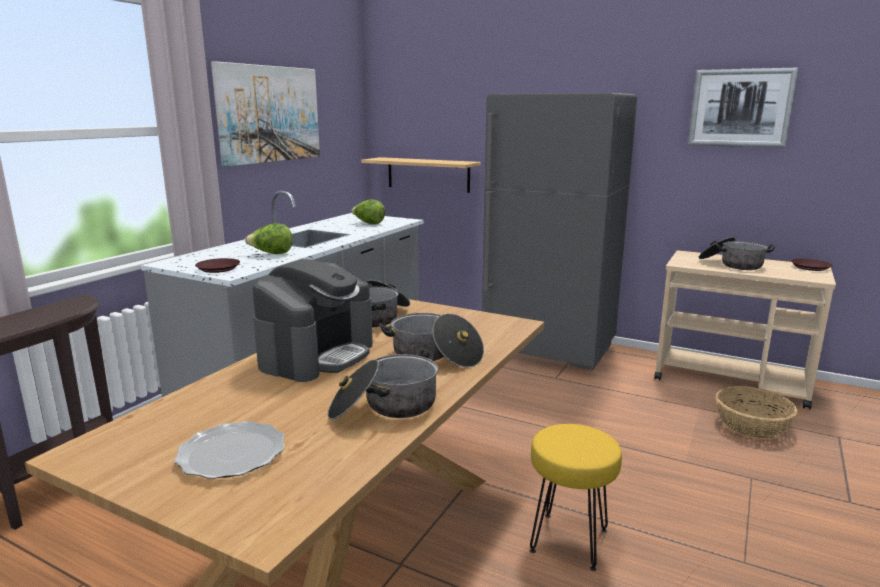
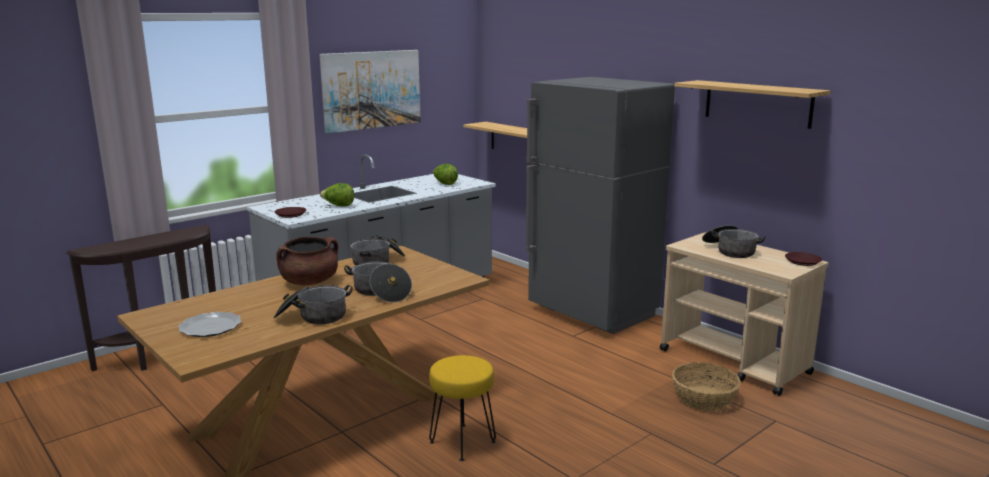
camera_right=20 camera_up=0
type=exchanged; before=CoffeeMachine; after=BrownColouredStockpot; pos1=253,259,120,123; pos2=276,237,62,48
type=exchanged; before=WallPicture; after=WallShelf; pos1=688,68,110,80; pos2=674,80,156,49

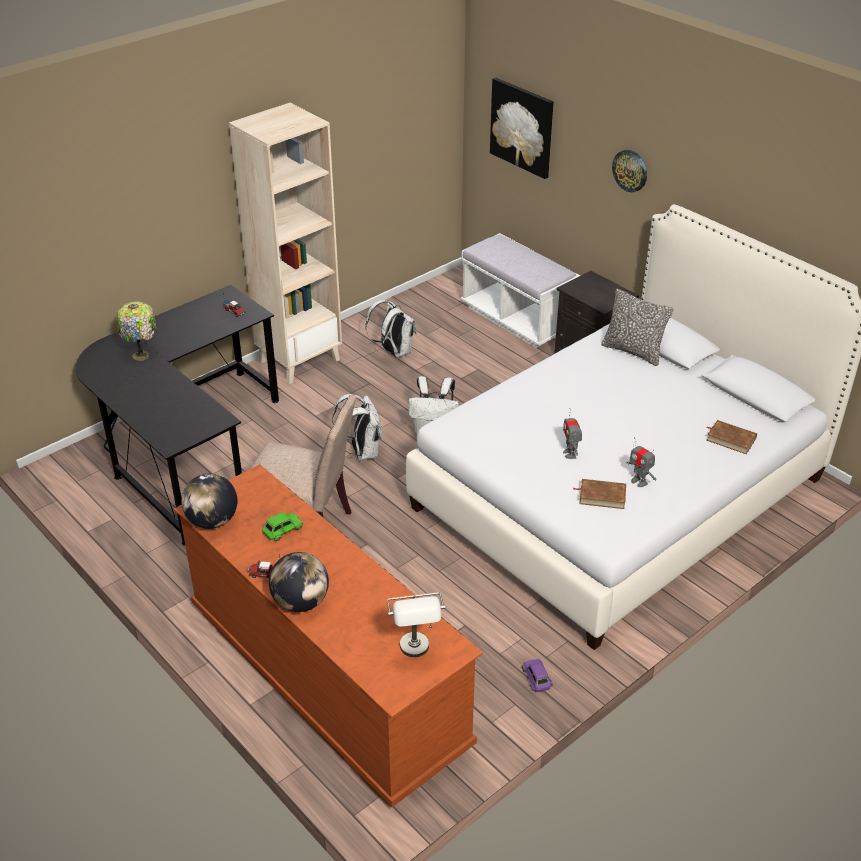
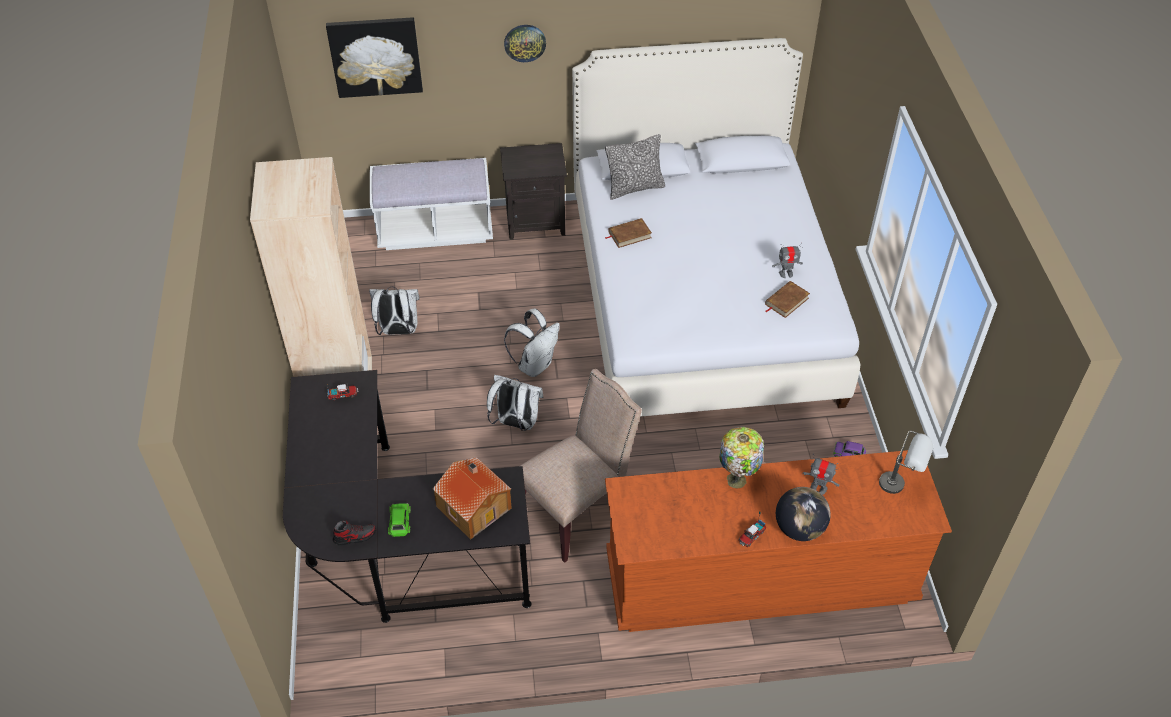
camera_right=-55 camera_up=10
type=relocated; before=TabletopLamp; pos1=116,301,41,60; pos2=719,427,45,62
type=missing; before=DeskGlobe; pos1=181,474,57,55
type=relocated; before=GreenToyCar; pos1=262,512,41,29; pos2=388,503,23,34
type=relocated; before=ModelRobot; pos1=563,408,19,51; pos2=803,454,36,41
type=relocated; before=BrownColouredVolume; pos1=706,420,51,34; pos2=605,218,47,30
type=appeared; after=LowShoe; pos2=333,520,43,26
type=appeared; after=MiniatureHouse; pos2=433,457,79,82

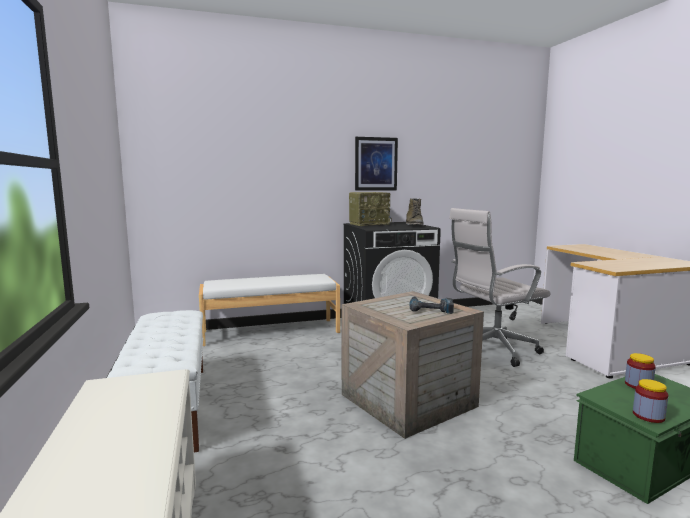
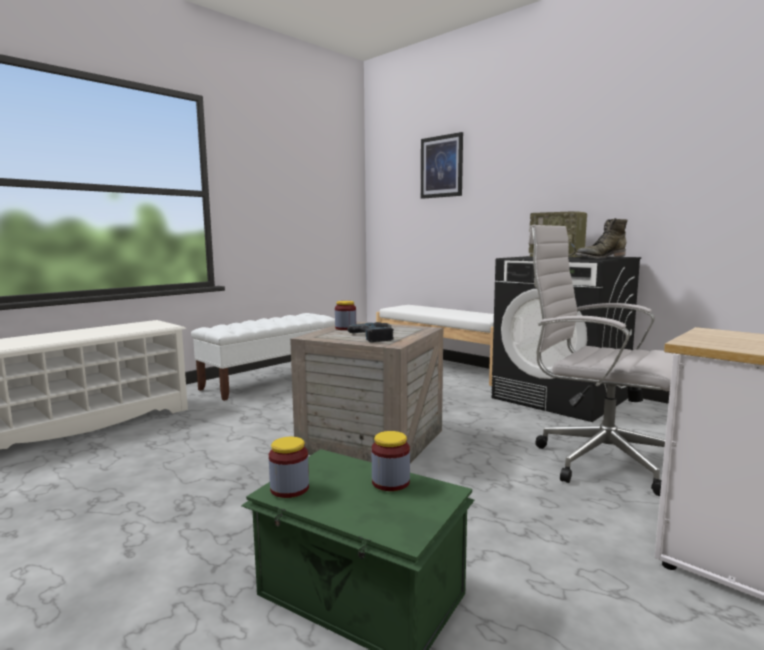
camera_right=60 camera_up=0
type=relocated; before=WallPicture; pos1=355,137,43,54; pos2=421,132,42,67
type=appeared; after=Jar; pos2=335,301,21,29

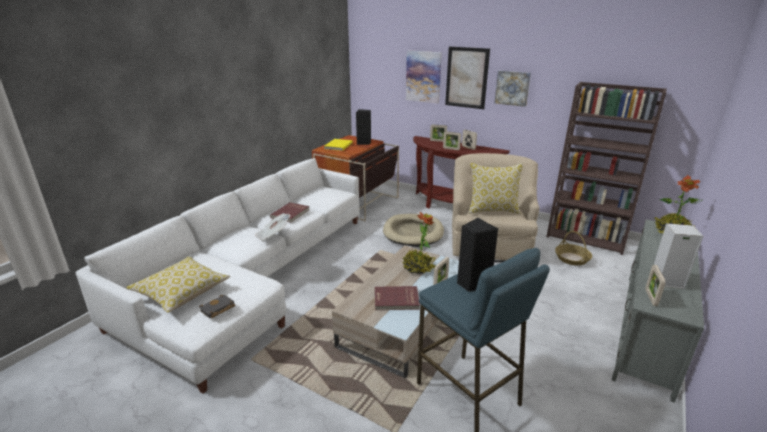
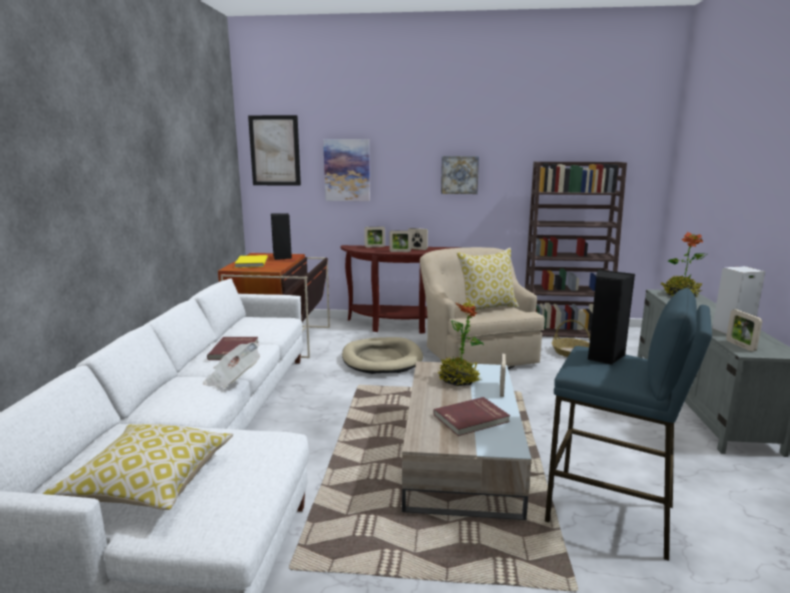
camera_right=-25 camera_up=-10
type=missing; before=BlackColouredVolume; pos1=199,295,36,23
type=relocated; before=WallPicture; pos1=445,47,45,62; pos2=248,115,53,71

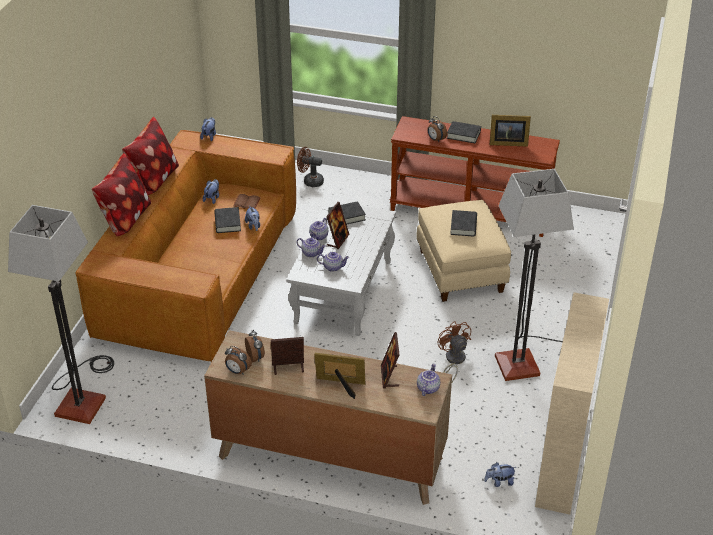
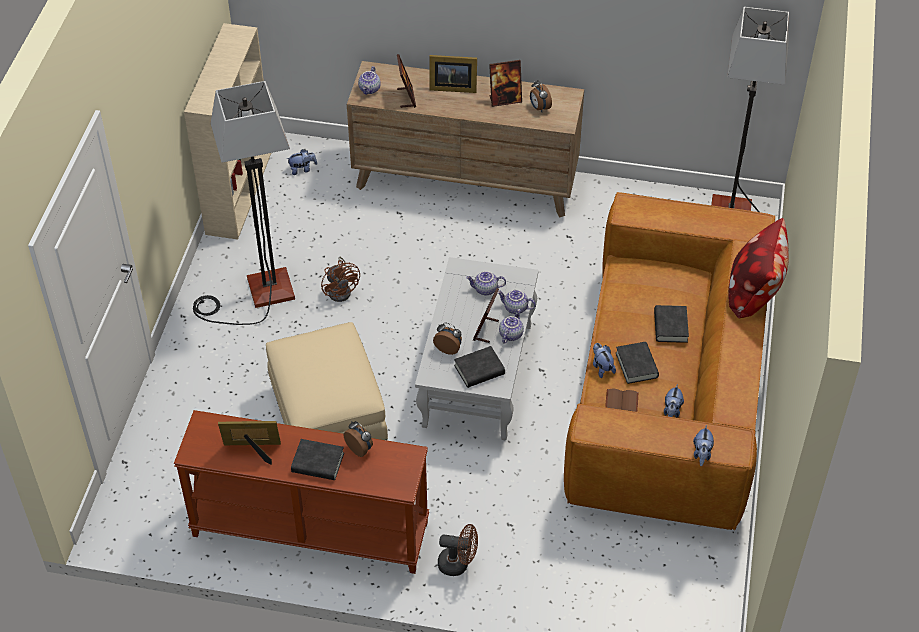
camera_right=175 camera_up=10
type=missing; before=Pillow; pos1=122,117,57,78
type=relocated; before=TableClock; pos1=225,346,27,29; pos2=433,323,29,32
type=relocated; before=BrownColouredElectricFan; pos1=297,147,27,40; pos2=438,524,40,52
type=relocated; before=BlackColouredVolume; pos1=450,210,27,27; pos2=654,305,35,38

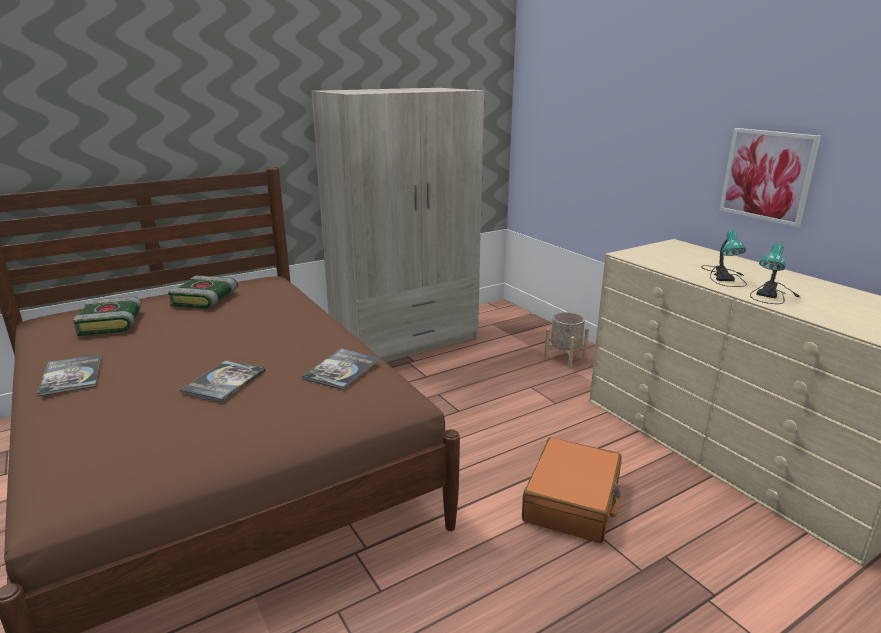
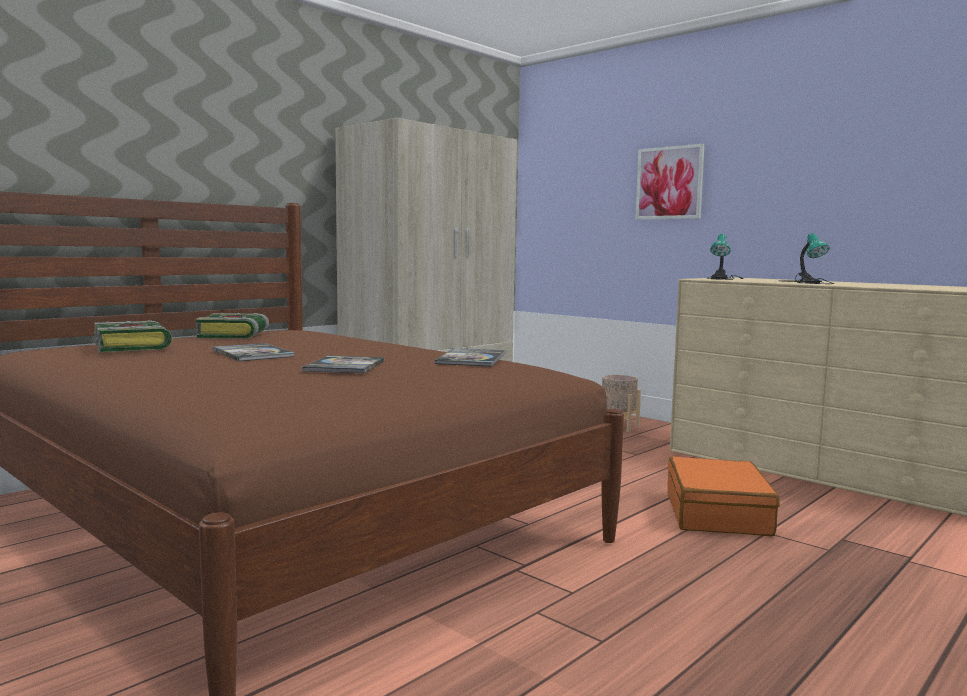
camera_right=-15 camera_up=-15
type=relocated; before=Volume; pos1=37,354,65,42; pos2=213,343,81,18
type=relocated; before=WallPicture; pos1=719,128,102,99; pos2=635,144,70,76
type=relocated; before=TabletopLamp; pos1=750,243,49,61; pos2=707,234,37,46

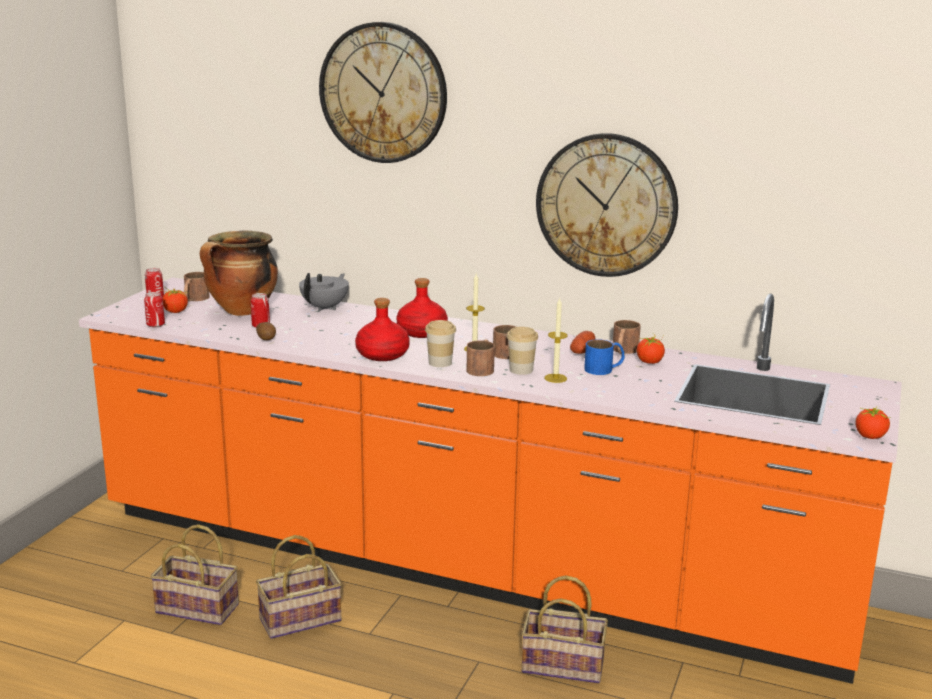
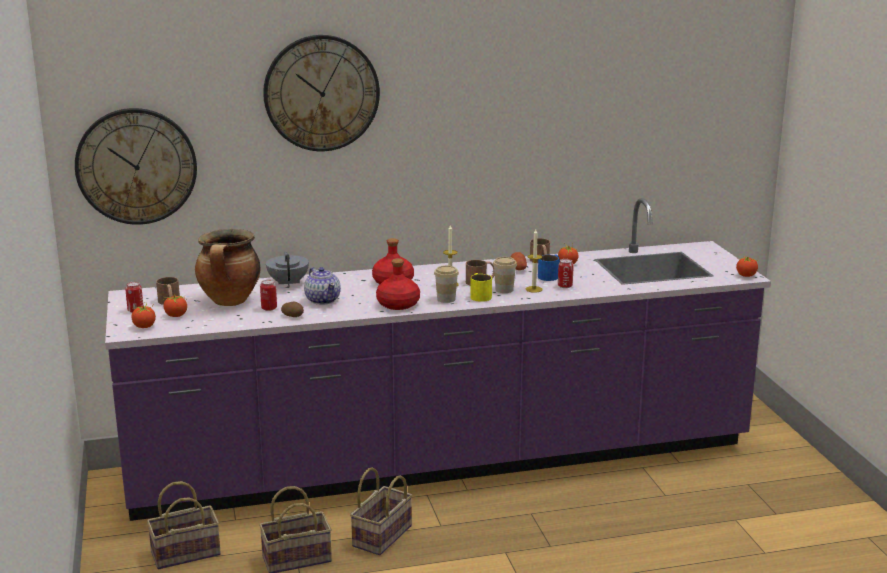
camera_right=-35 camera_up=0
type=colour; before=OrangeyKitchenBaseUnit; after=PurpleKitchenBaseUnit; pos1=79,277,823,407; pos2=105,198,666,323
type=relocated; before=Can; pos1=144,292,21,35; pos2=558,259,16,29
type=colour; before=BrownColouredCoffeeMug; after=YellowCoffeeMug; pos1=467,339,28,37; pos2=470,273,22,29
type=relocated; before=HouseholdBasket; pos1=522,575,86,108; pos2=147,481,74,88
type=relocated; before=ClockOnTheWall; pos1=536,133,142,144; pos2=75,108,122,117
type=appeared; after=WholeTomato; pos2=131,302,25,26
type=appeared; after=PotForTea; pos2=304,267,37,38

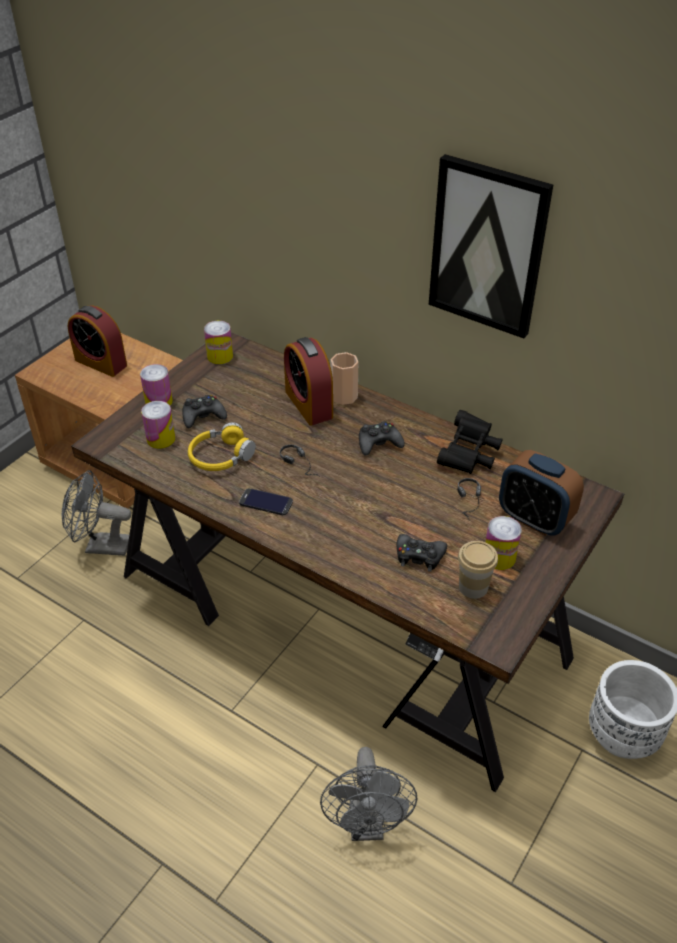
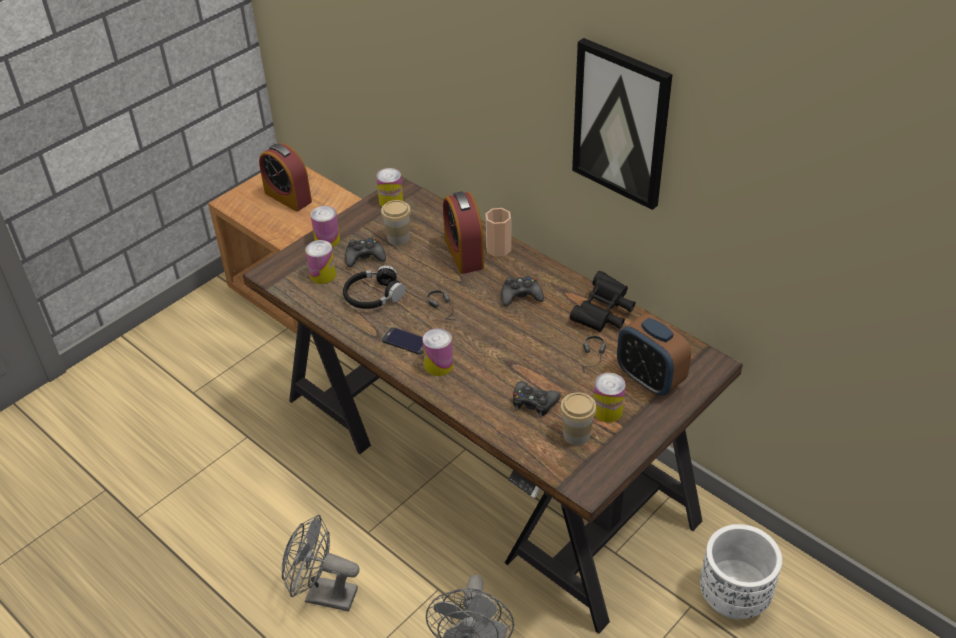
camera_right=10 camera_up=0
type=relocated; before=GreyishElectricFan; pos1=61,470,70,86; pos2=282,515,78,97
type=colour; before=YellowHeadset; after=BlackColouredHeadset; pos1=188,422,68,49; pos2=343,265,62,44
type=appeared; after=Cup; pos2=381,200,30,45
type=appeared; after=Can; pos2=423,328,30,48

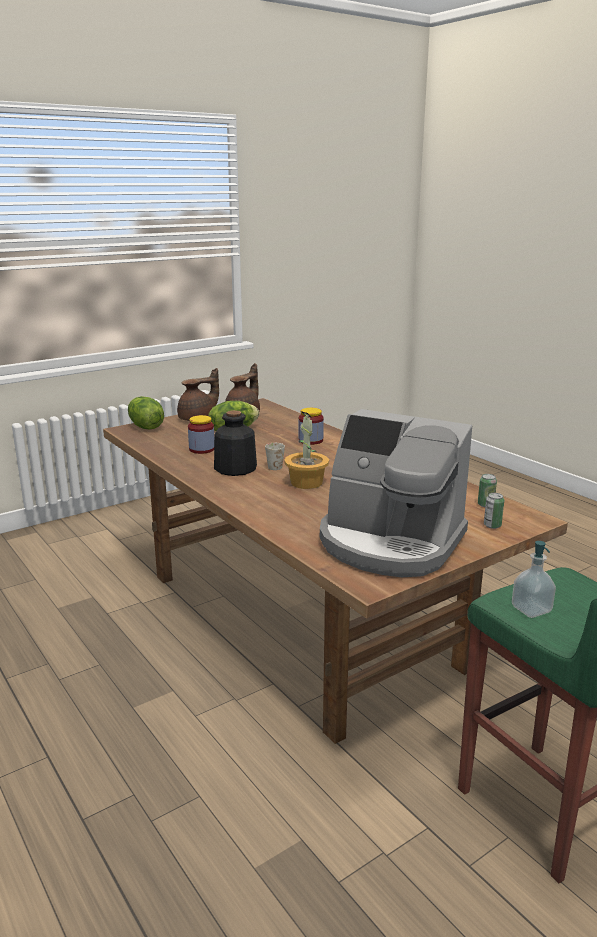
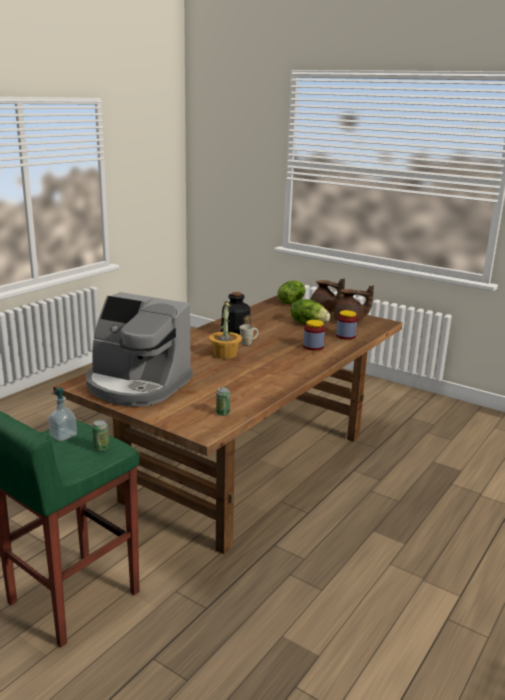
camera_right=70 camera_up=0
type=relocated; before=Jar; pos1=188,415,26,39; pos2=336,310,21,30
type=spun; before=CoffeeMachine; pos1=320,409,152,168; pos2=86,292,107,115; turn=-75
type=relocated; before=Can; pos1=484,493,20,36; pos2=92,420,17,31

